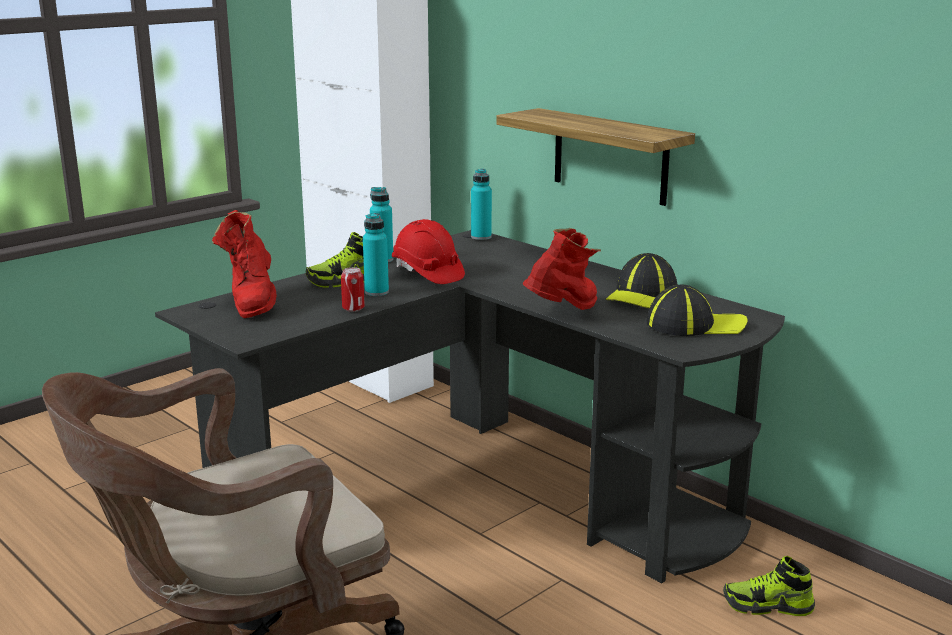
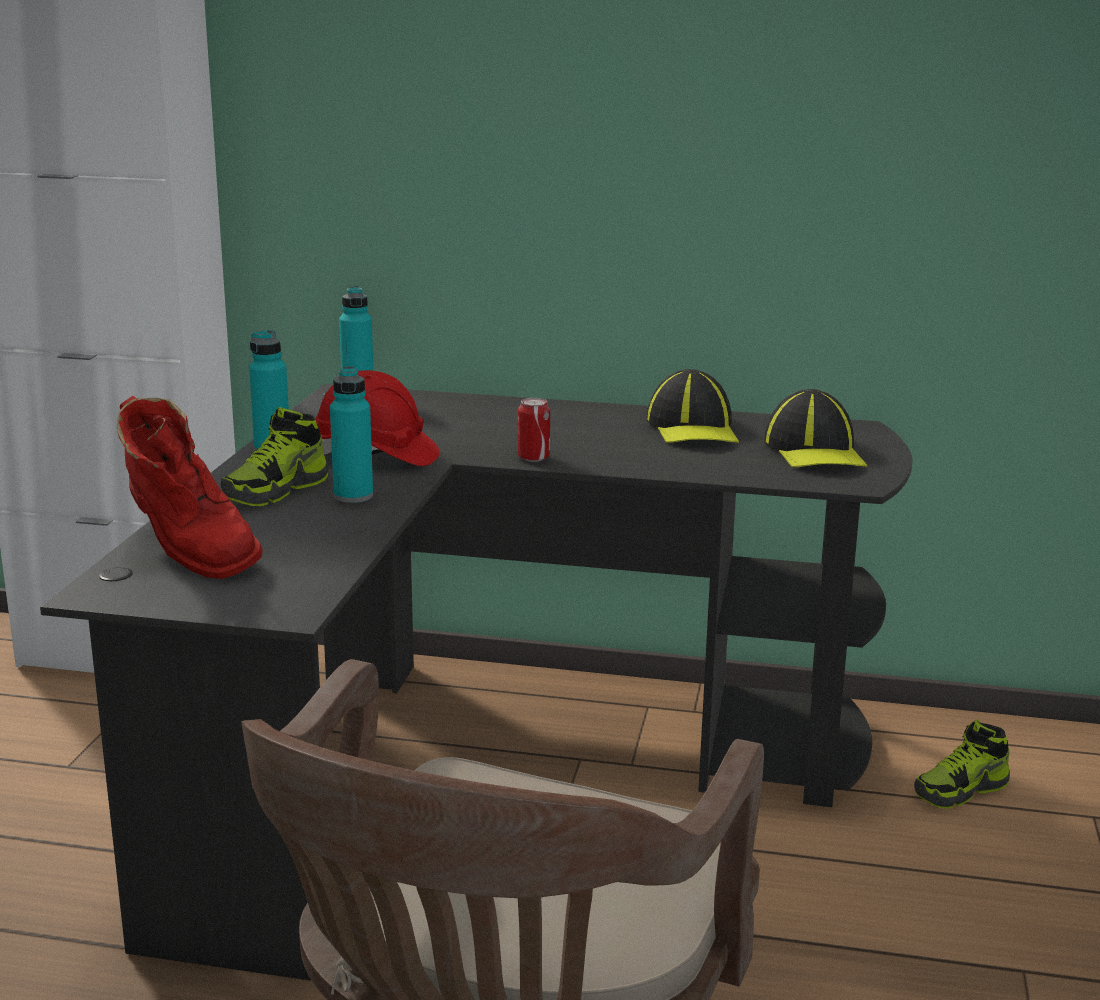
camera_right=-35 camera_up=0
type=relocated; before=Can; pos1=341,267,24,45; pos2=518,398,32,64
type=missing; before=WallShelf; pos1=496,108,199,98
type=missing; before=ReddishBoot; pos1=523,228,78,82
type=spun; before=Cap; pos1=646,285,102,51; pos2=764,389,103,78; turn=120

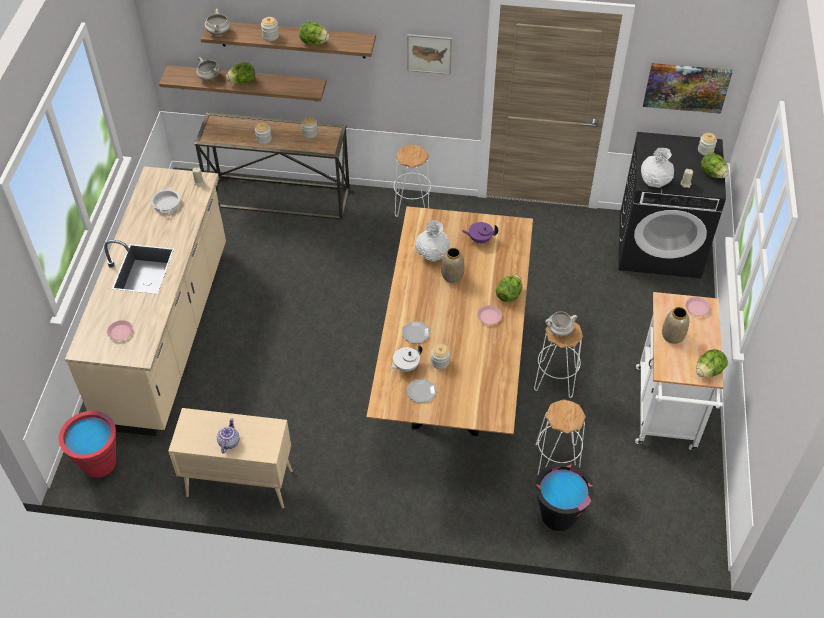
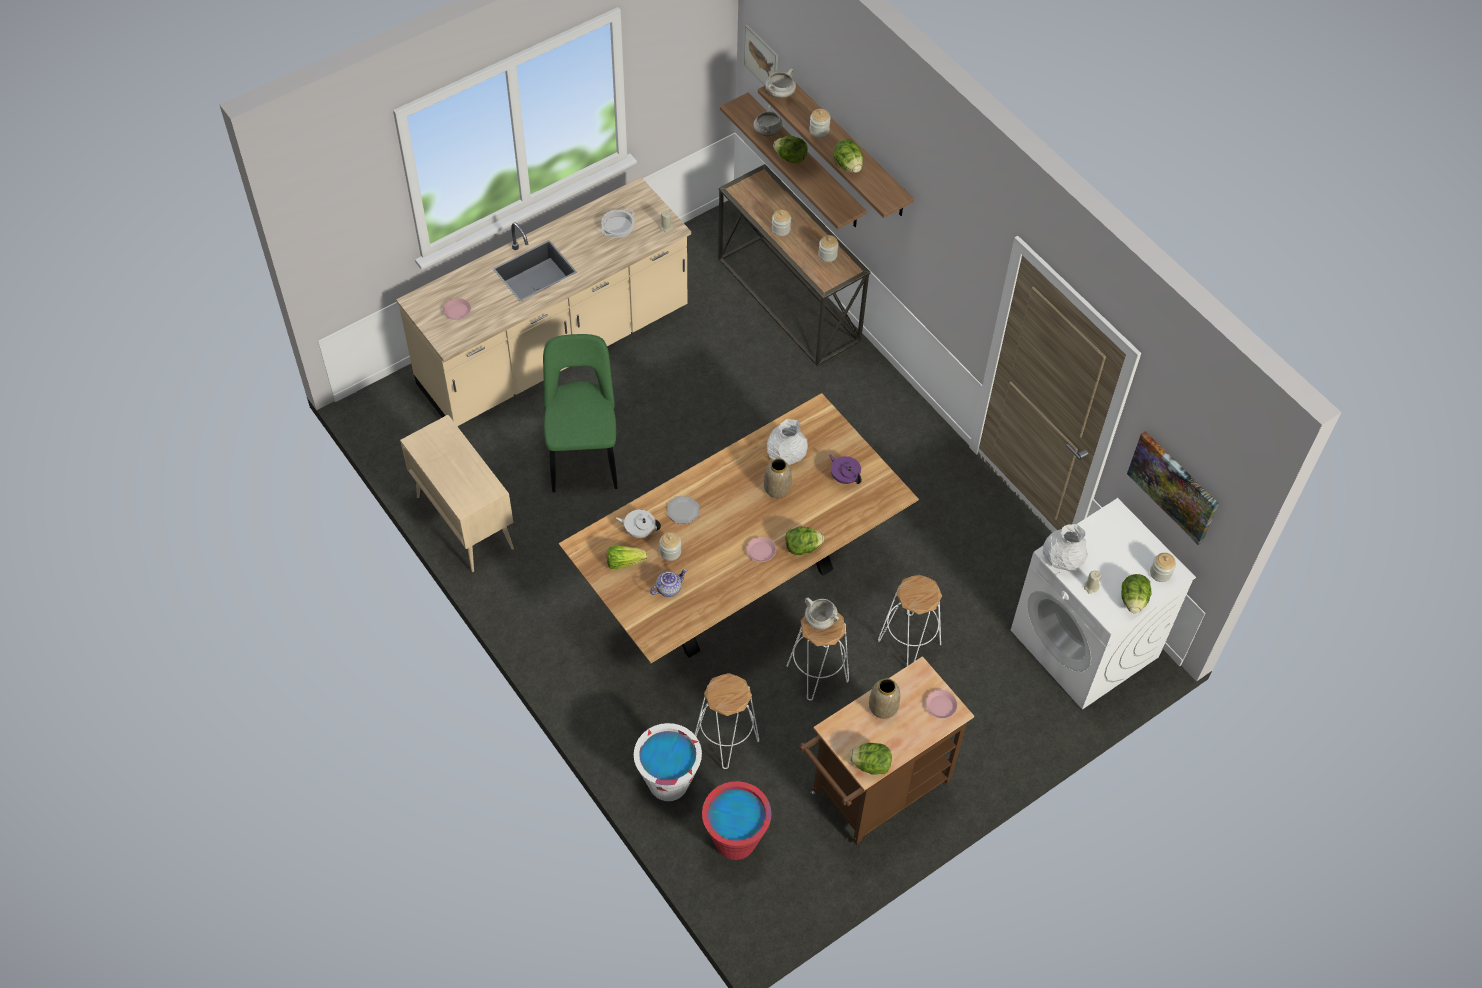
camera_right=45 camera_up=5
type=relocated; before=ReddishBucket; pos1=59,411,57,67; pos2=702,781,70,79
type=relocated; before=PotForTea; pos1=217,418,22,36; pos2=650,569,37,28
type=relocated; before=WhiteColouredStoolSeat; pos1=394,145,37,72; pos2=878,575,64,91
type=relocated; before=WallPicture; pos1=407,34,45,41; pos2=744,25,34,60
type=exchanged; before=DinnerPlate; after=HeadOfLettuce; pos1=407,379,29,24; pos2=607,545,41,24
type=colour; before=BlackColouredBucket; after=WhiteColouredBucket; pos1=535,463,59,68; pos2=634,723,68,78
type=colour; before=BlackColouredLaundryAppliance; after=WhiteColouredLaundryAppliance; pos1=618,132,108,146; pos2=1011,498,185,212
type=colour; before=WhiteColouredWheeledCart; after=BrownColouredWheeledCart; pos1=635,292,88,158; pos2=800,656,174,189
type=appeared; after=GreenPlainChair; pos2=543,334,75,159

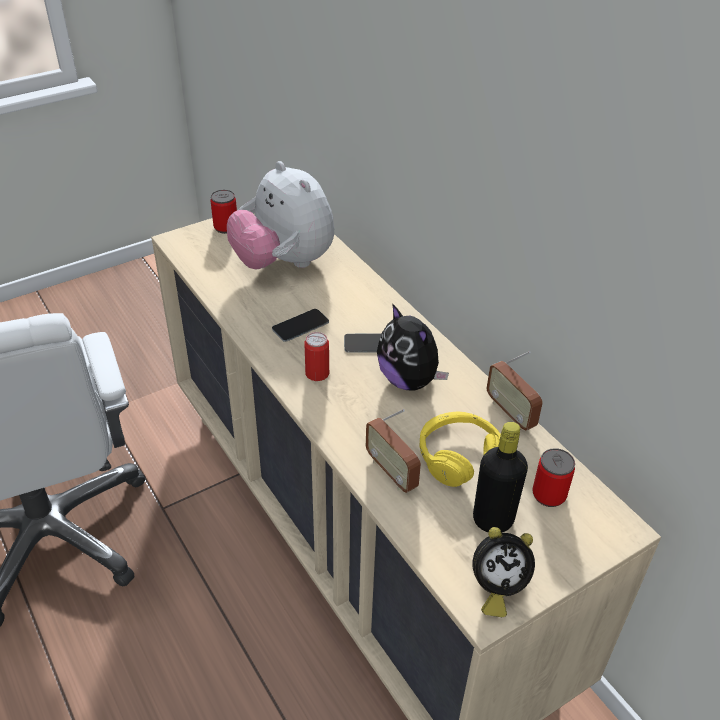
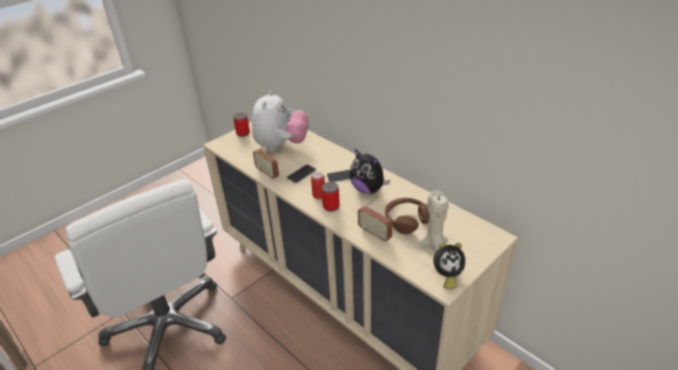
camera_right=-10 camera_up=-5
type=spun; before=PlushToy; pos1=227,161,107,109; pos2=252,90,57,61; turn=-120
type=colour; before=YellowHeadset; after=BrownColouredHeadset; pos1=420,411,81,76; pos2=385,198,44,37
type=exchanged; before=BlackColouredBeverageBottle; after=BeigeWaxLight; pos1=473,422,55,111; pos2=418,191,31,61
type=relocated; before=RadioReceiver; pos1=487,351,56,79; pos2=253,139,26,40
type=relocated; before=Can; pos1=532,448,43,59; pos2=322,182,18,30

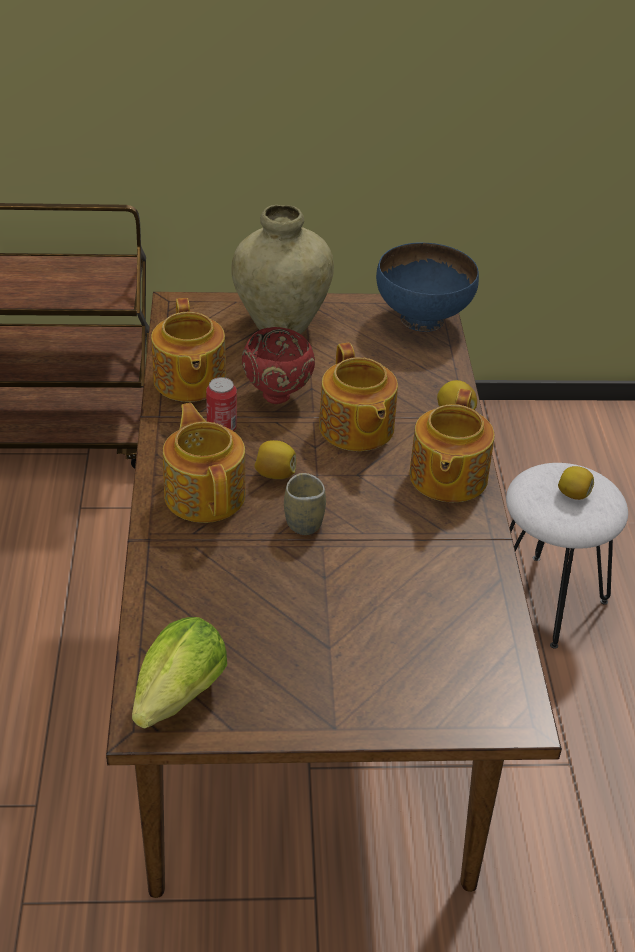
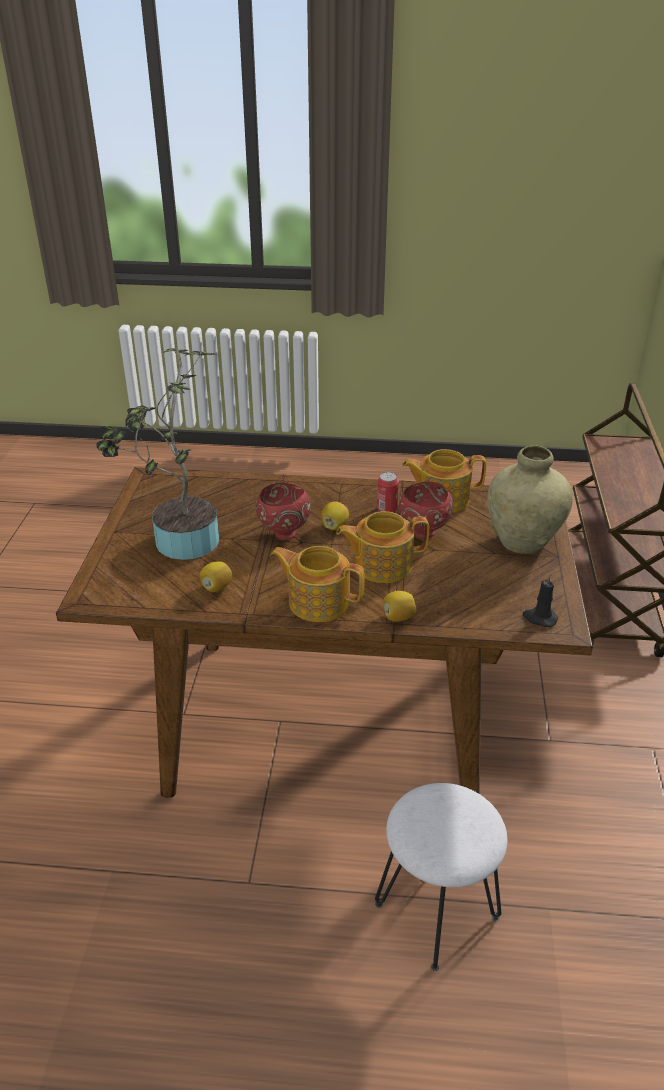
camera_right=100 camera_up=-5
type=missing; before=HeadOfLettuce; pos1=132,617,95,112
type=missing; before=PotForTea; pos1=163,403,82,120
type=exchanged; before=Cup; after=ReddishDeepDish; pos1=284,473,42,62; pos2=255,483,56,57
type=exchanged; before=BluishDeepDish; after=BlackColouredWaxLight; pos1=376,242,103,90; pos2=523,573,35,54
type=relocated; before=Lemon; pos1=558,466,36,34; pos2=200,561,33,31
type=appeared; after=PottedPlant; pos2=96,348,123,212

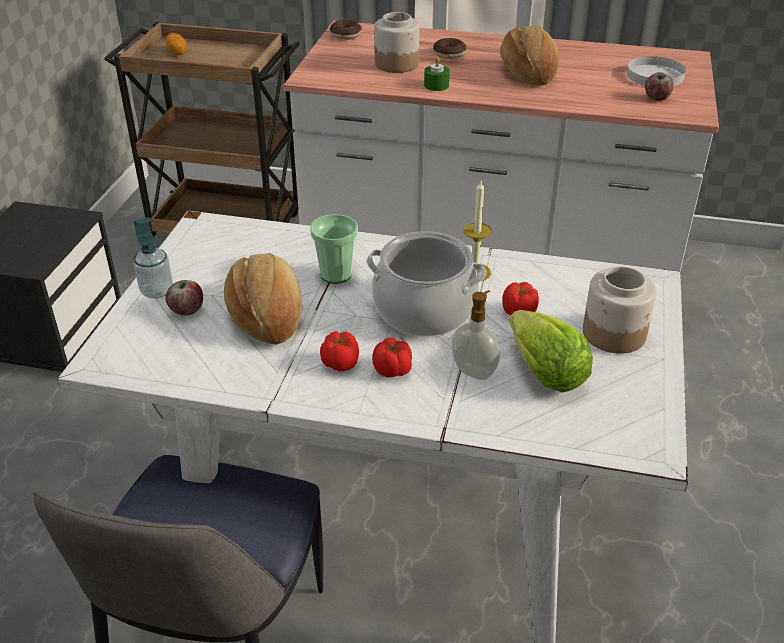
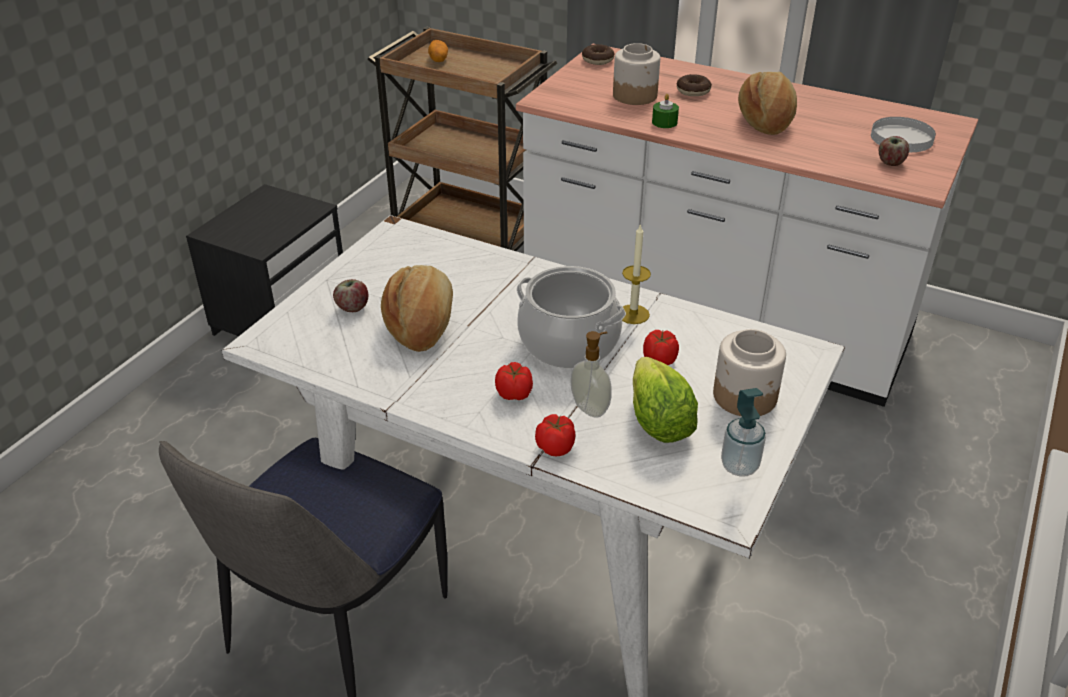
camera_right=15 camera_up=0
type=relocated; before=SoapDispenser; pos1=133,217,40,82; pos2=721,388,45,88
type=missing; before=Cup; pos1=310,214,48,70
type=relocated; before=WholeTomato; pos1=320,331,39,41; pos2=535,414,41,42

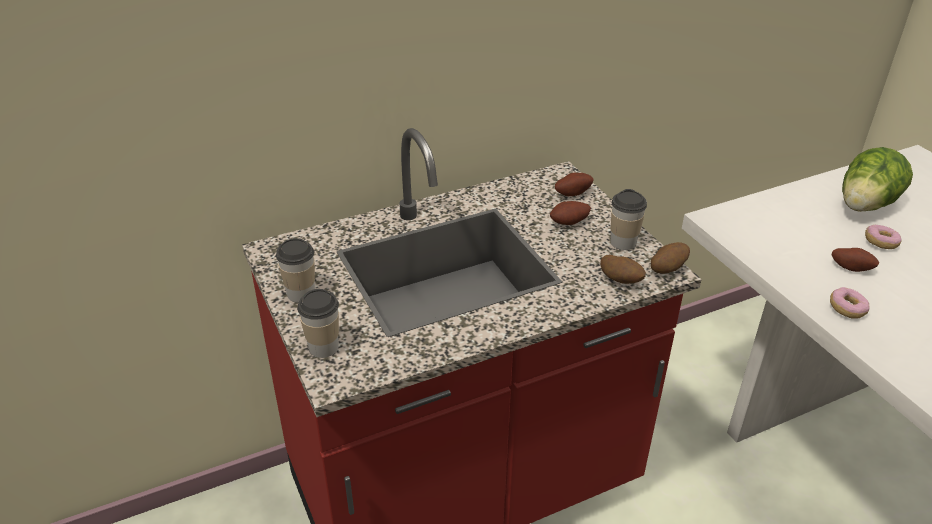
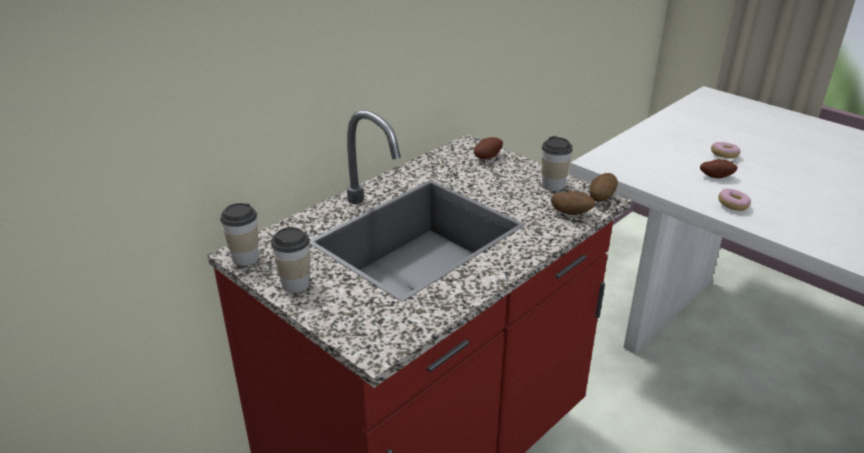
camera_right=-20 camera_up=-5
type=relocated; before=Cup; pos1=297,289,42,69; pos2=220,203,39,63
type=missing; before=Potato; pos1=550,201,41,24
type=missing; before=HeadOfLettuce; pos1=842,147,71,65

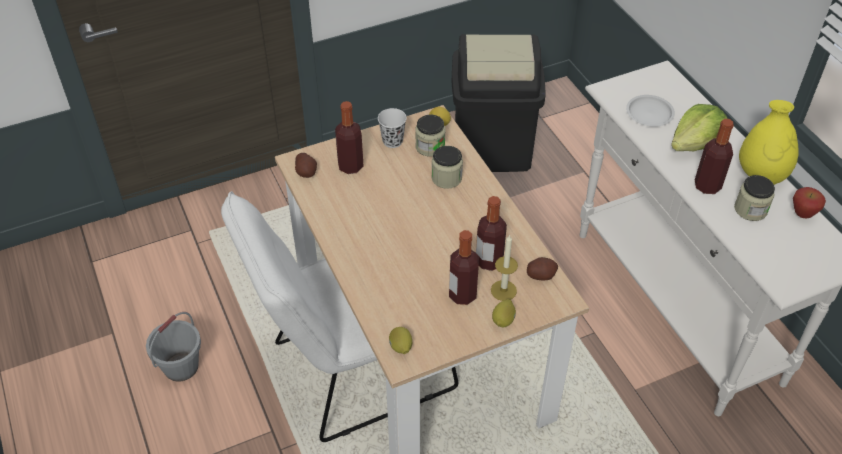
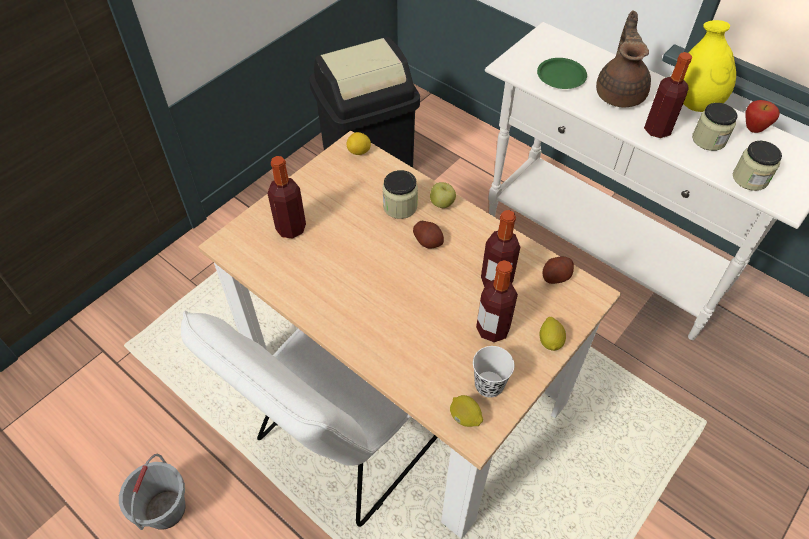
camera_right=-25 camera_up=5
type=relocated; before=Potato; pos1=295,153,22,25; pos2=413,221,31,28
type=relocated; before=WhiteColouredCup; pos1=378,108,29,40; pos2=473,346,41,52
type=relocated; before=Jar; pos1=415,115,31,42; pos2=733,141,49,50
type=missing; before=WaxLight; pos1=491,234,27,67
type=colour; before=WhiteColouredDinnerPlate; after=GreenDinnerPlate; pos1=626,95,49,32; pos2=537,58,50,31
type=exchanged; before=HeadOfLettuce; after=BrownColouredPotForTea; pos1=671,104,57,48; pos2=596,11,55,97
type=appeared; after=AppleFruit; pos2=430,182,26,26

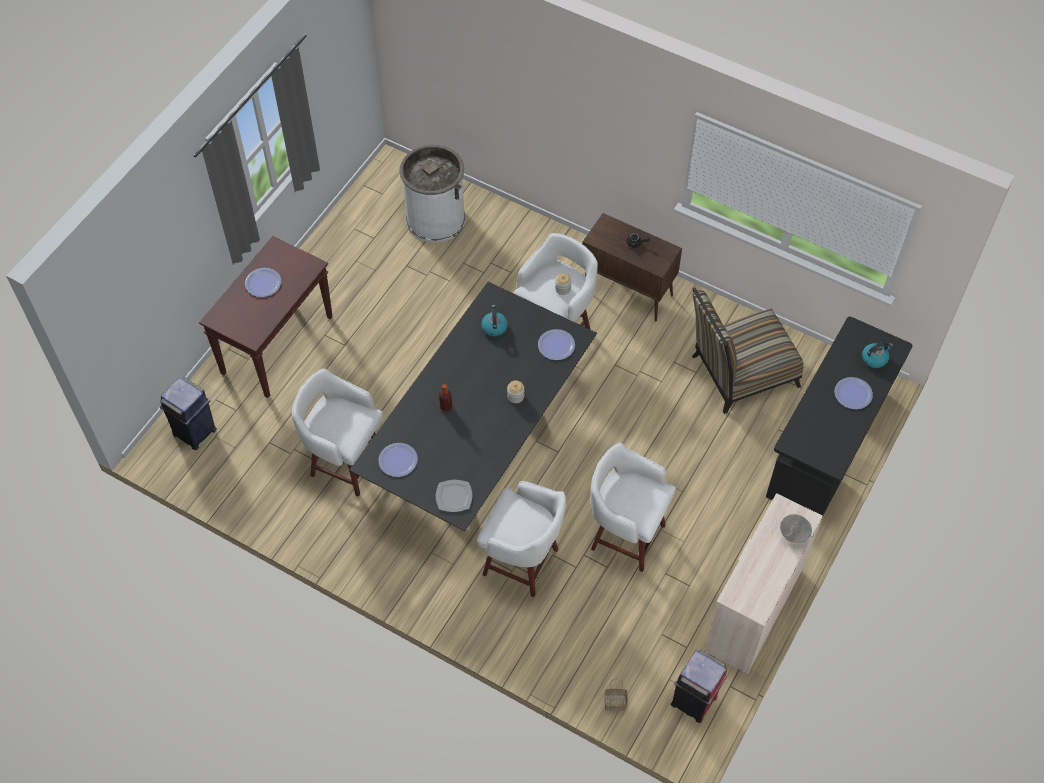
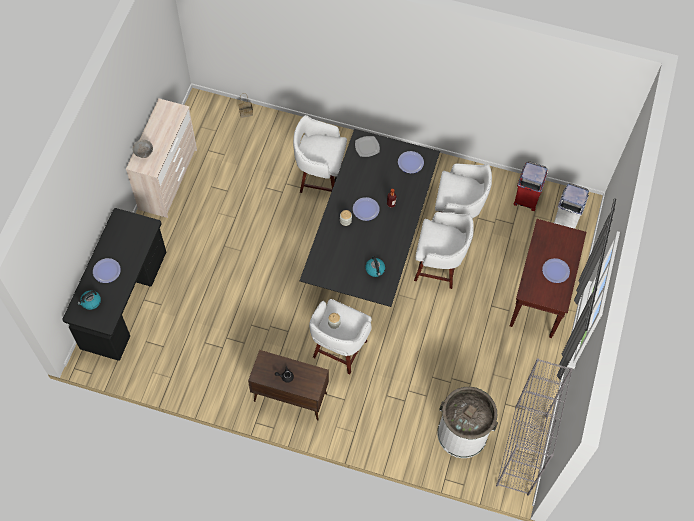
camera_right=165 camera_up=5
type=colour; before=BluishTrashCan; after=WhiteColouredTrashCan; pos1=160,377,57,73; pos2=554,183,35,46
type=relocated; before=DinnerPlate; pos1=538,329,37,31; pos2=353,197,27,24
type=relocated; before=WhiteColouredStoolSeat; pos1=591,442,85,130; pos2=414,212,60,77
type=relocated; before=ReddishTrashCan; pos1=671,650,57,73; pos2=514,162,34,49
type=missing; before=PlainChair; pos1=692,288,111,126
type=appeared; after=GreyishBookcase; pos2=496,358,77,138

